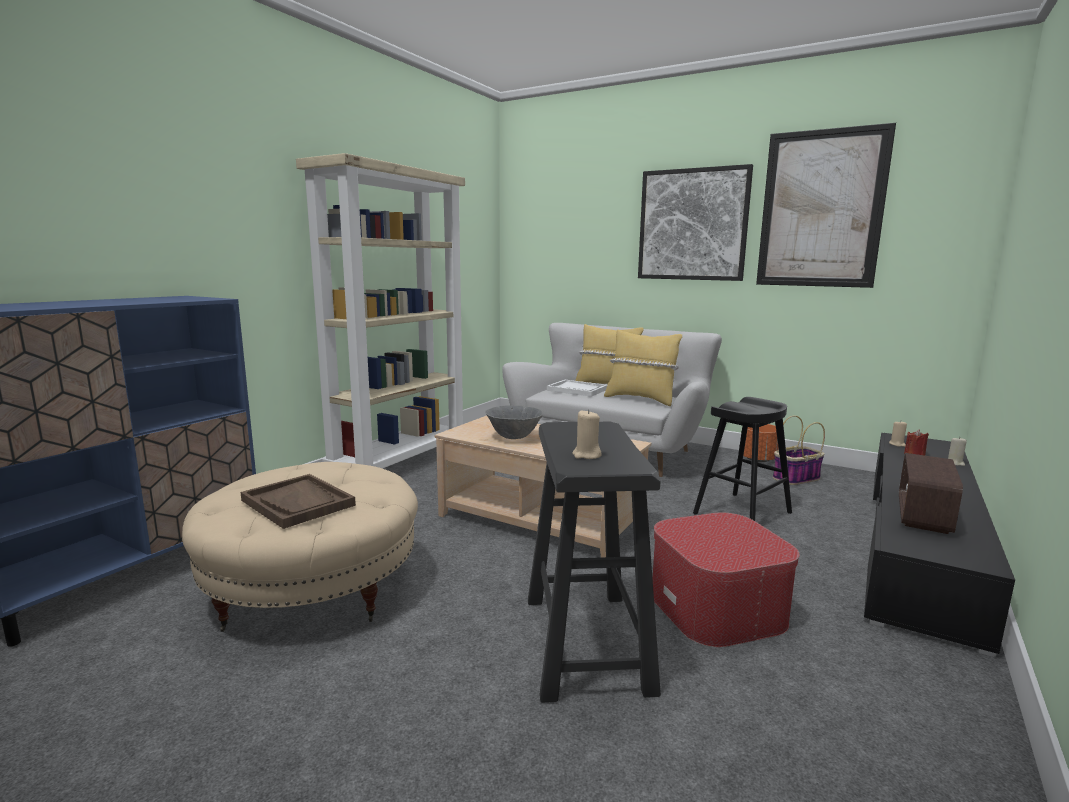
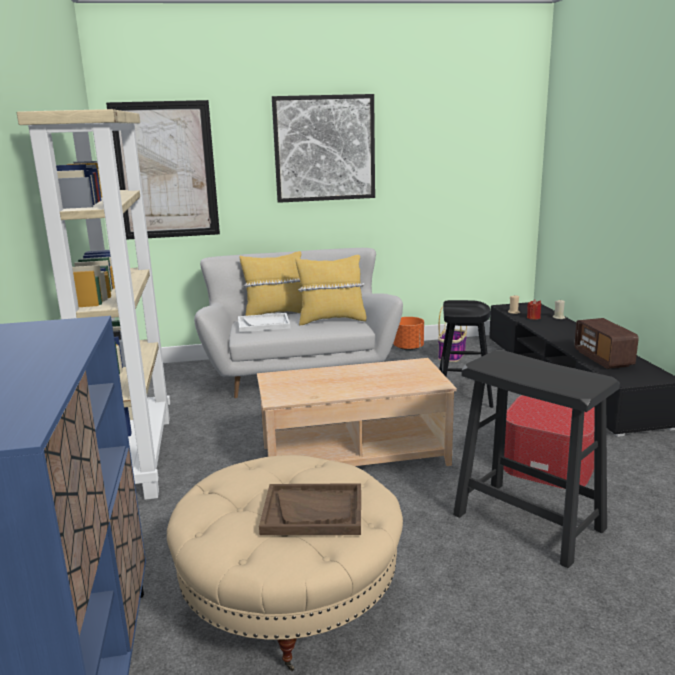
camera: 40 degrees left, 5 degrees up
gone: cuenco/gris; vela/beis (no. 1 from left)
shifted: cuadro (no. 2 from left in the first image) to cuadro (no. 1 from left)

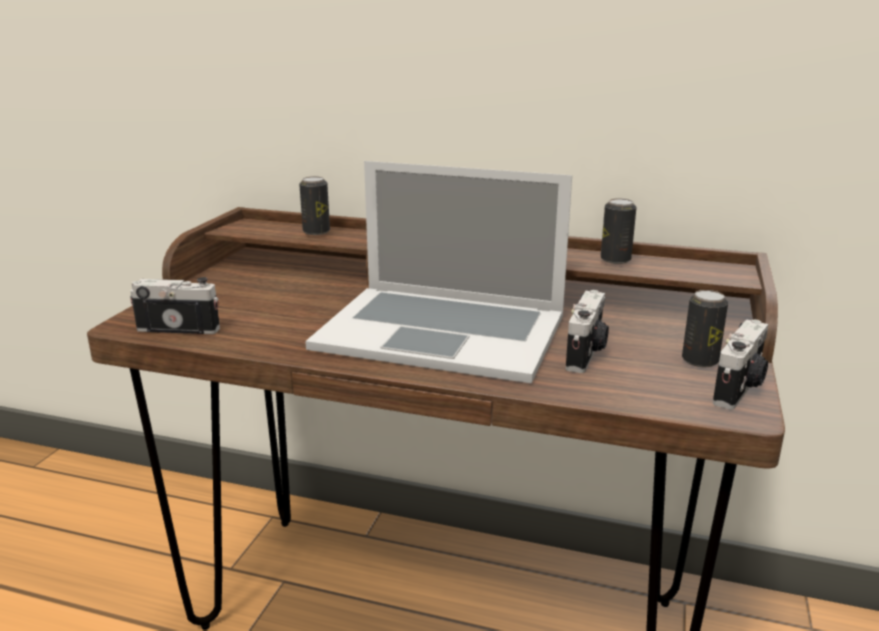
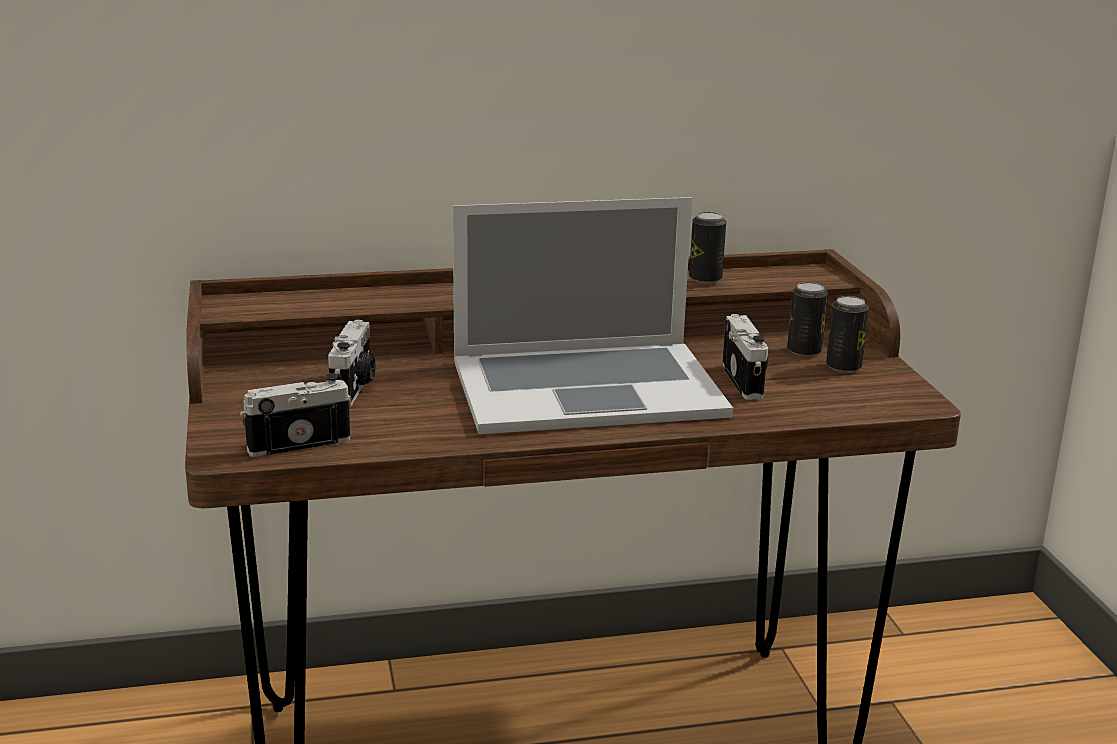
camera: 30 degrees left, 0 degrees up
shifted: lata (no. 1 from left in the first image) to lata (no. 2 from left); cámara (no. 3 from left in the first image) to cámara (no. 2 from left)

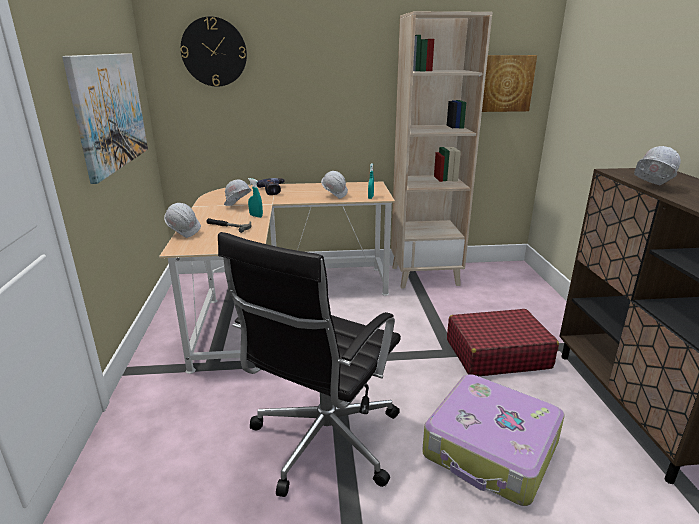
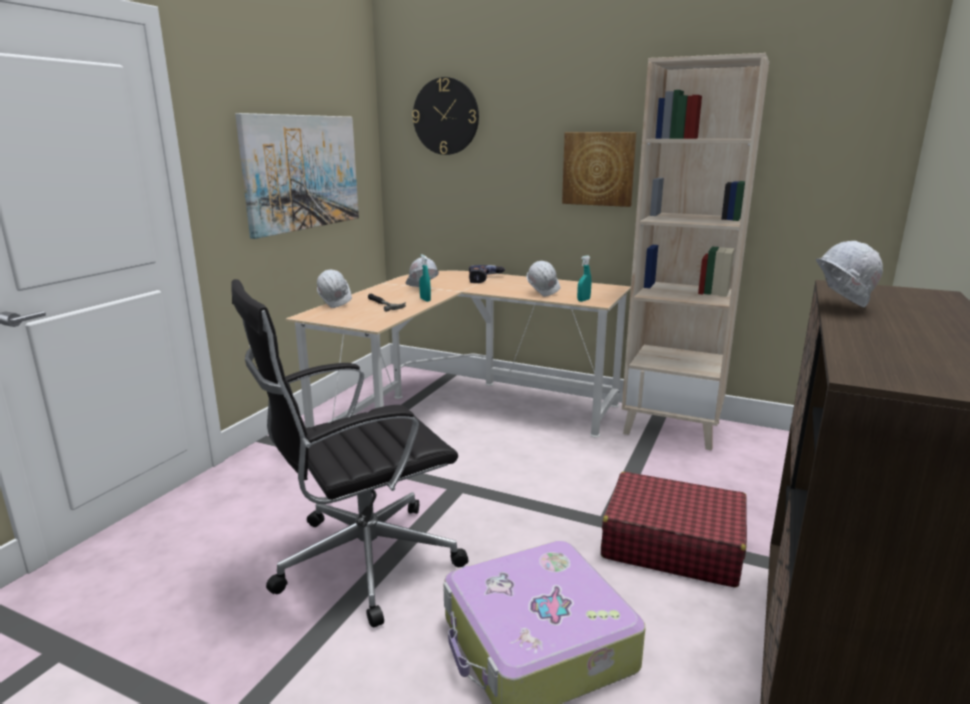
camera: 30 degrees right, 5 degrees down
shifted: cuadro (no. 2 from left)

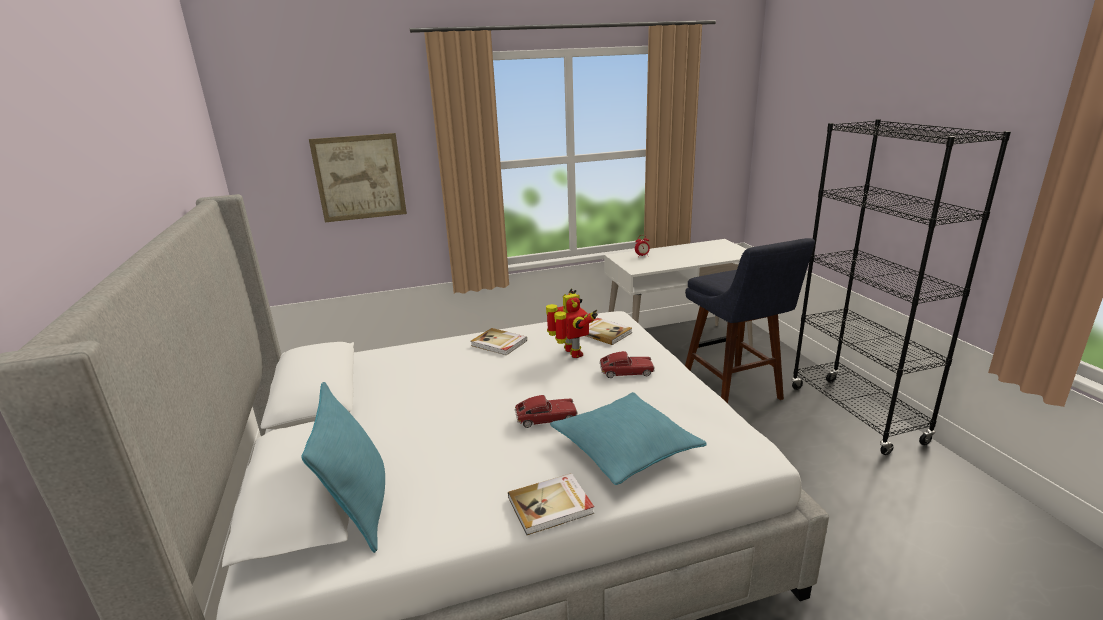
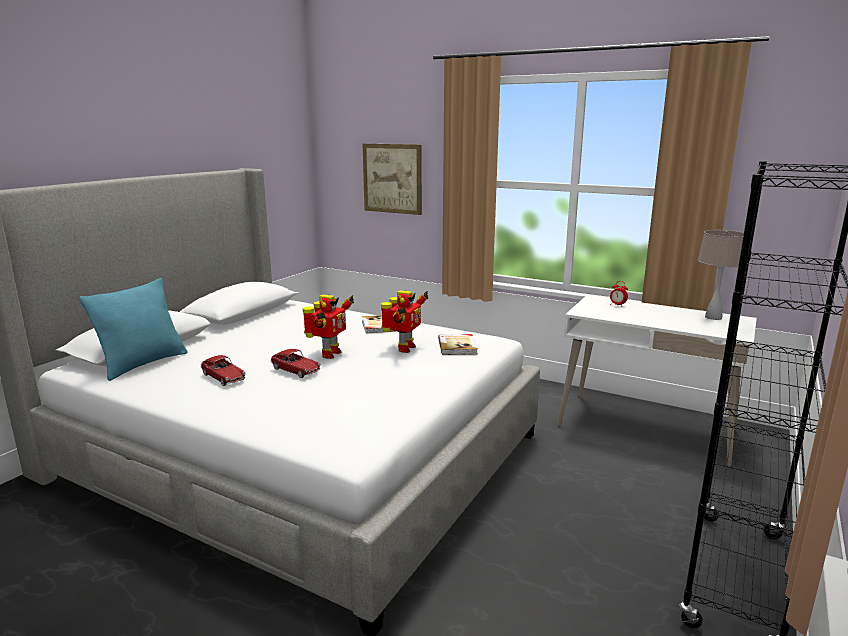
camera: 45 degrees right, 5 degrees down
gone: libro (no. 2 from left); cojín/turquesa (no. 2 from left); taburete/azul
new: robot de juguete (no. 1 from left); lámpara de mesa/beis
shifted: coche de juguete (no. 2 from left in the first image) to coche de juguete (no. 1 from left)

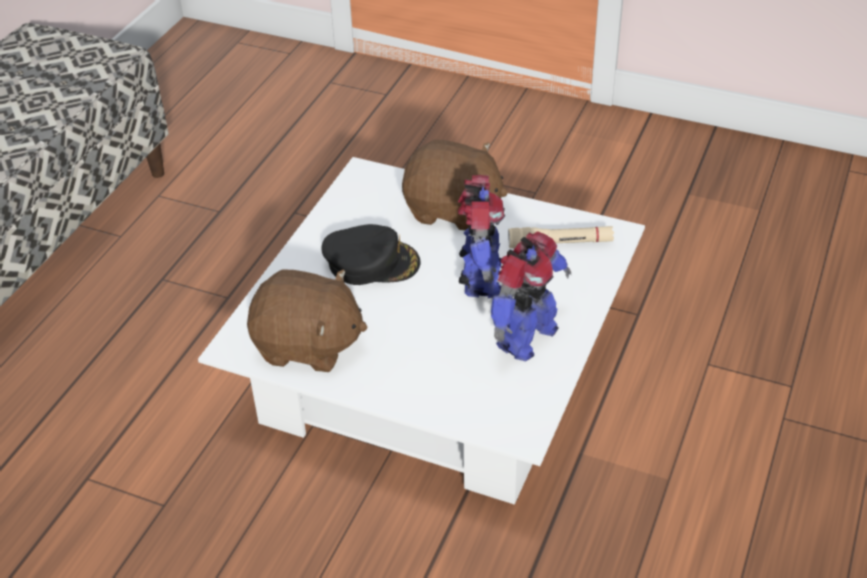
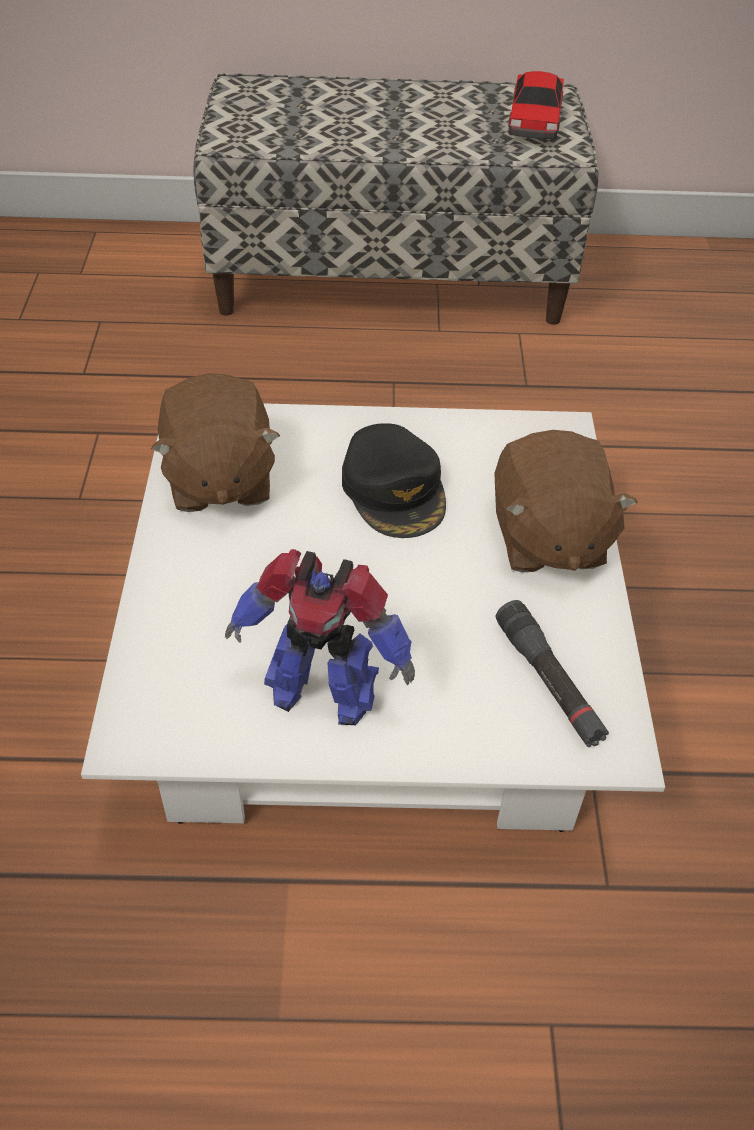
camera: 65 degrees right, 5 degrees up
gone: robot de juguete (no. 1 from left)
new: coche de juguete
repainted: linterna/beis to linterna/negro

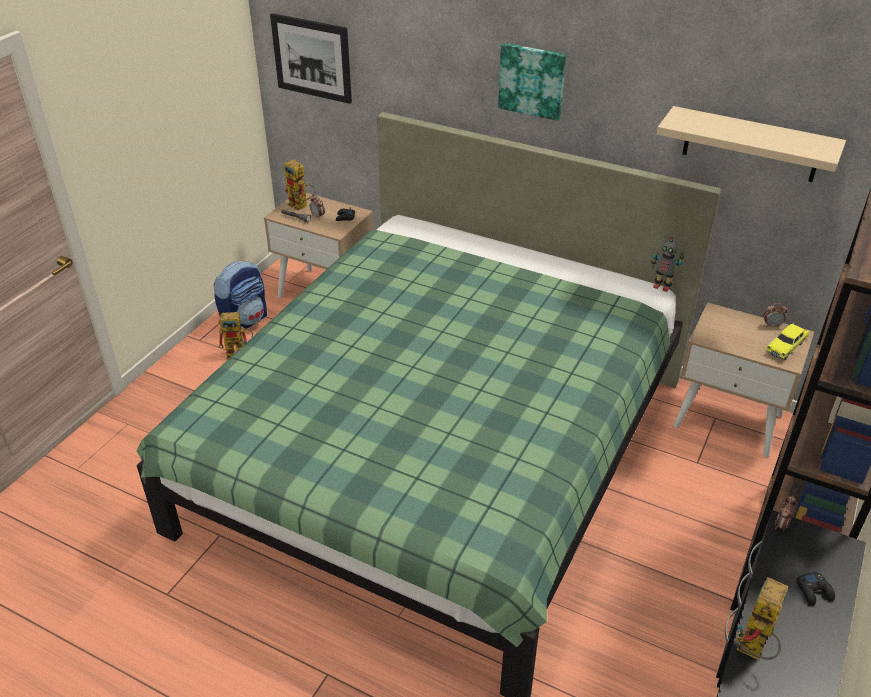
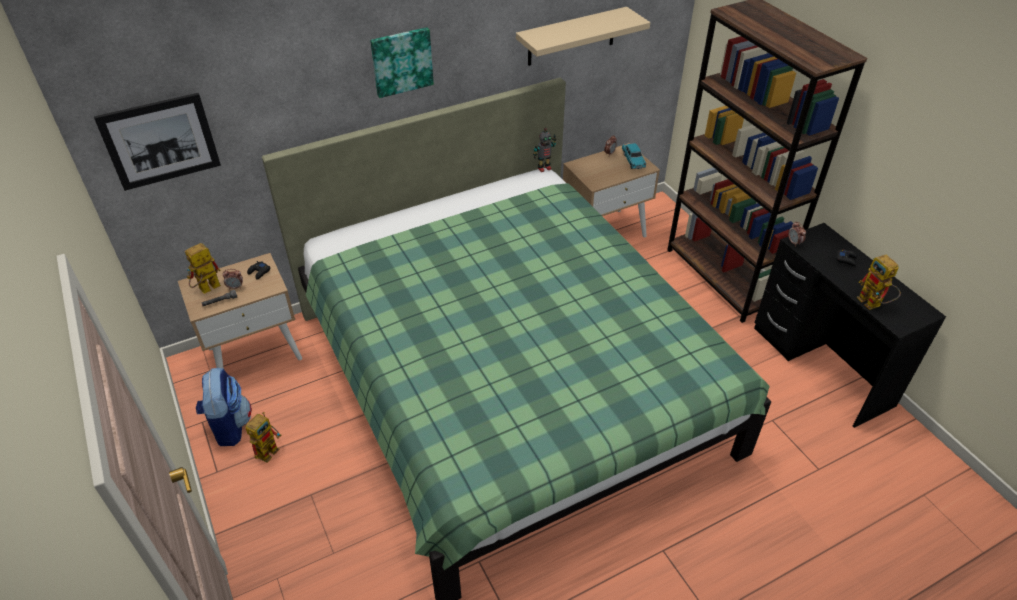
camera: 55 degrees left, 5 degrees up
repainted: coche de juguete/amarillo to coche de juguete/turquesa
rotated: robot de juguete (no. 2 from left in the first image) 150 degrees clockwise

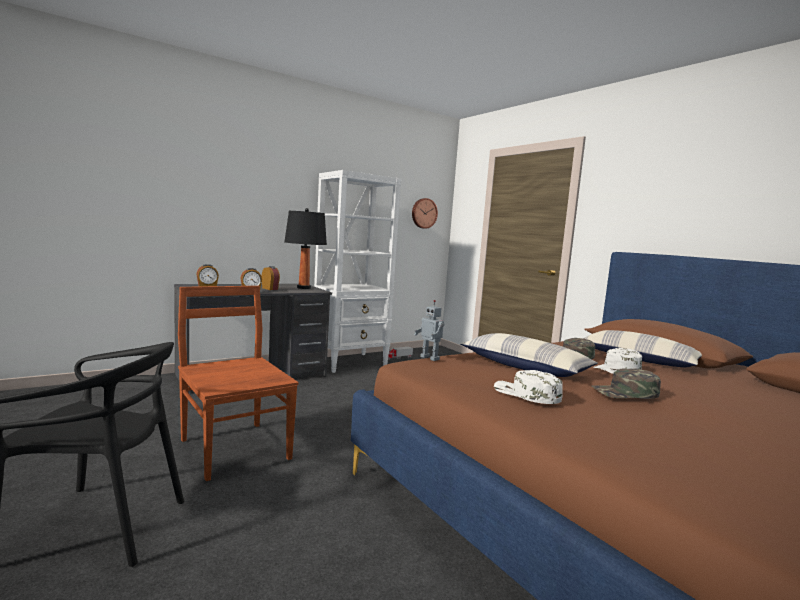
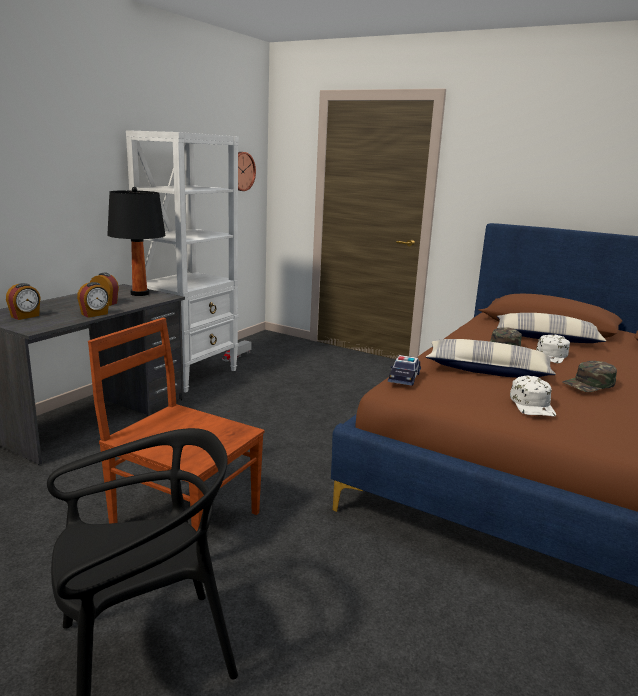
camera: 25 degrees left, 10 degrees up
swapped: robot de juguete to coche de juguete
rotated: gorra/blanco (no. 1 from left) 105 degrees counterclockwise

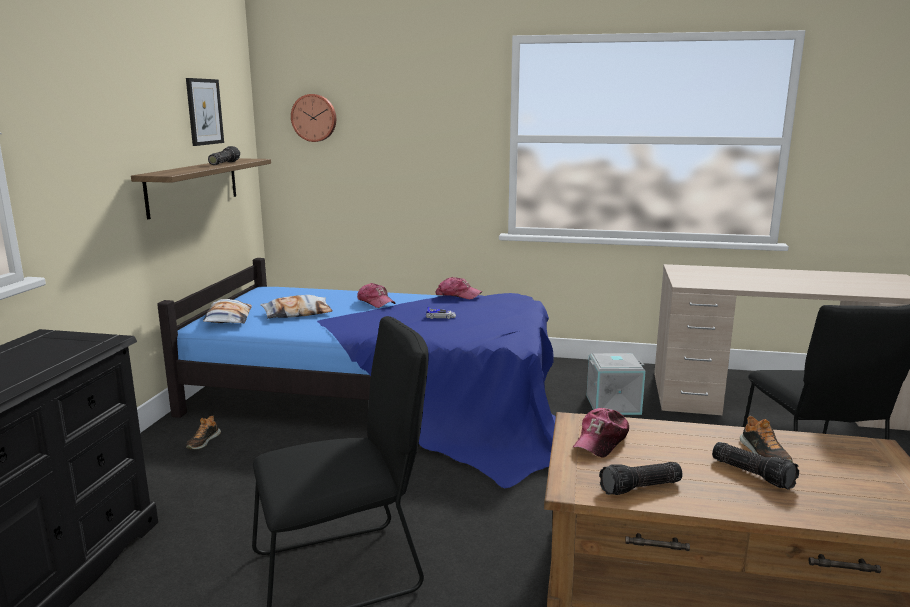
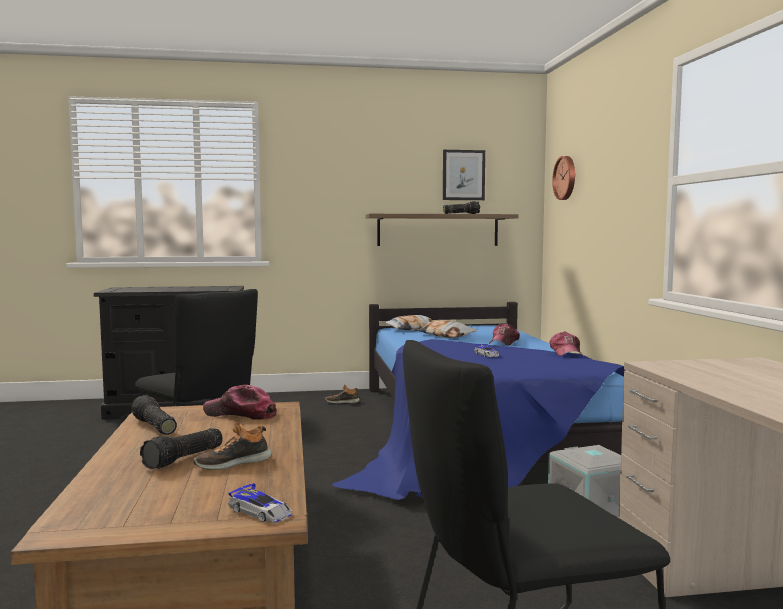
camera: 70 degrees right, 10 degrees down
new: coche de juguete (no. 1 from left)

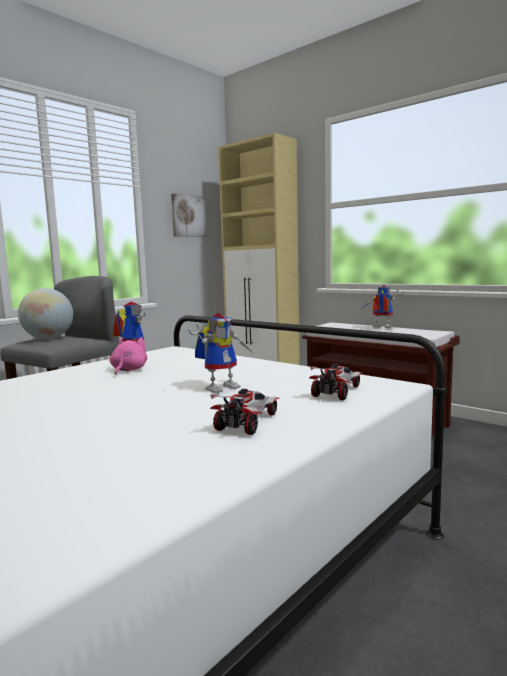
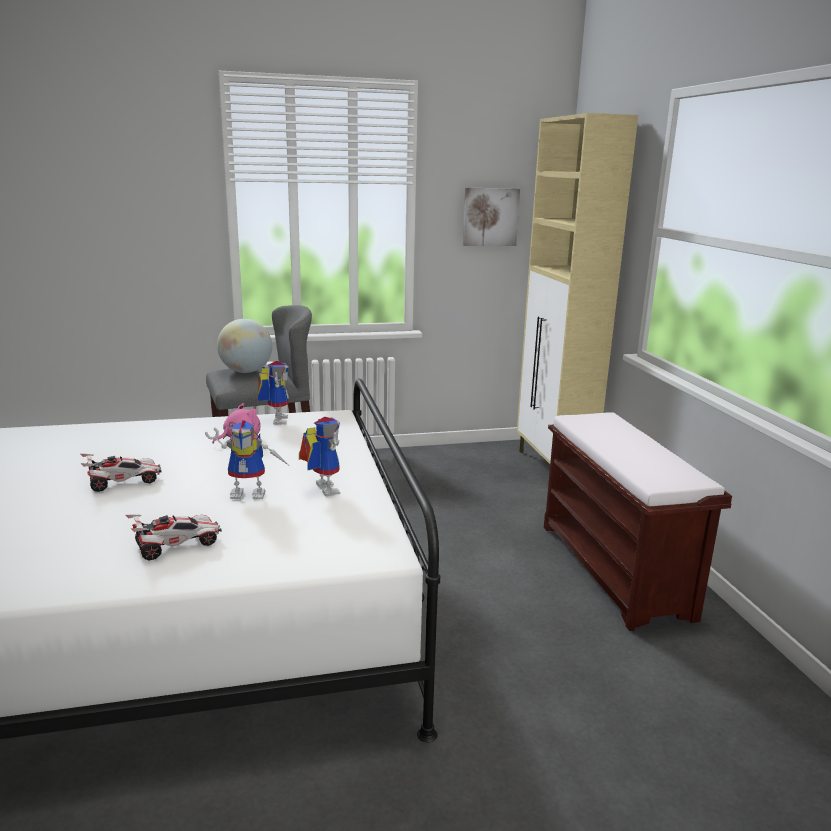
camera: 35 degrees right, 10 degrees up
shifted: coche de juguete (no. 2 from left in the first image) to coche de juguete (no. 1 from left); robot de juguete (no. 3 from left)

